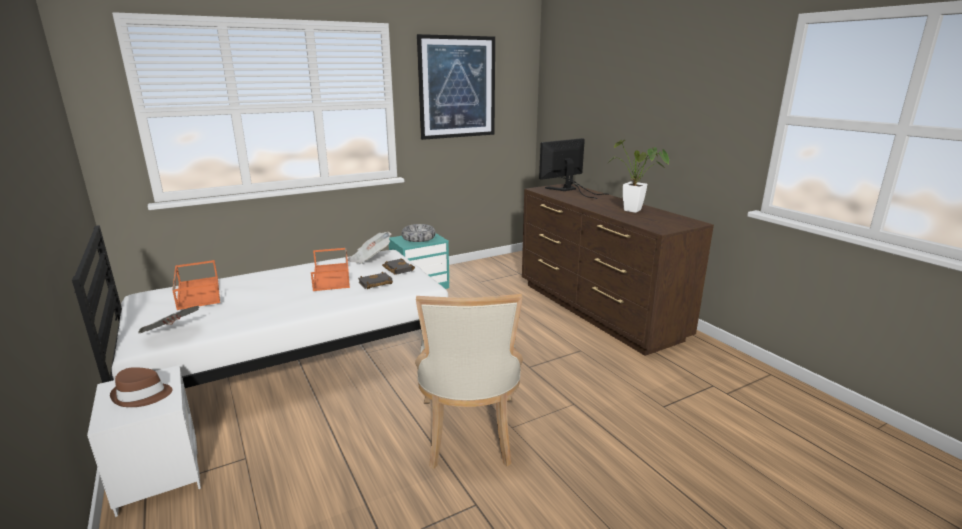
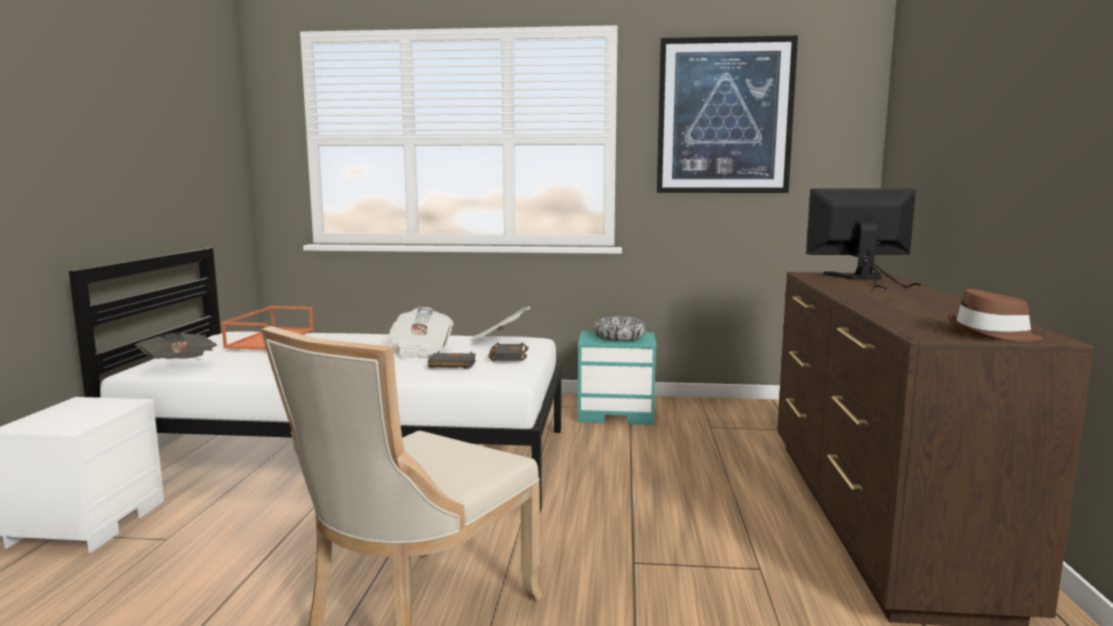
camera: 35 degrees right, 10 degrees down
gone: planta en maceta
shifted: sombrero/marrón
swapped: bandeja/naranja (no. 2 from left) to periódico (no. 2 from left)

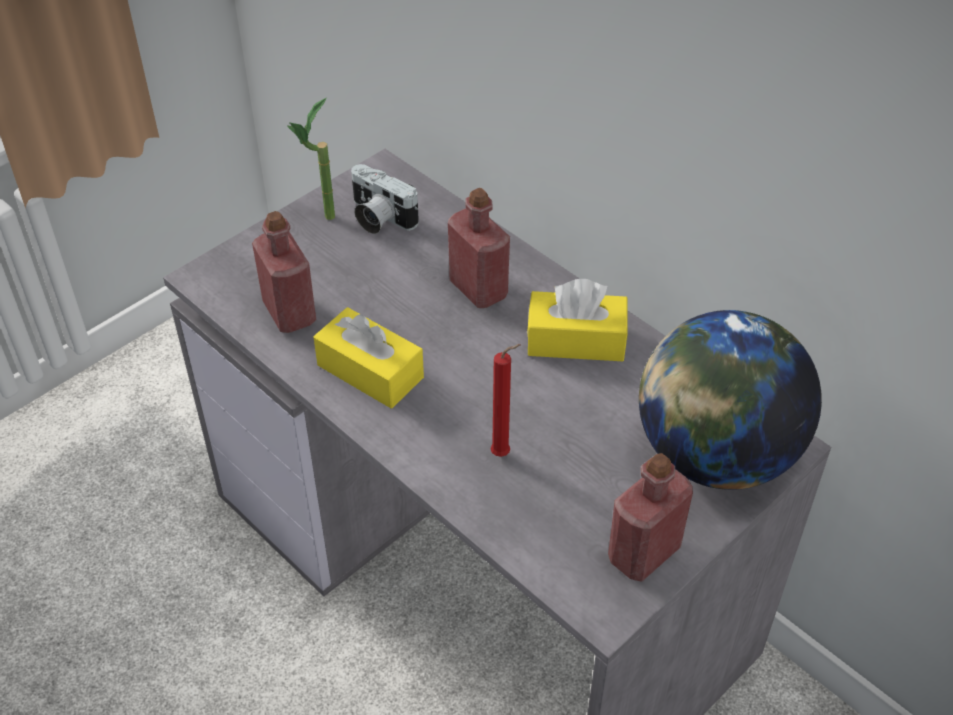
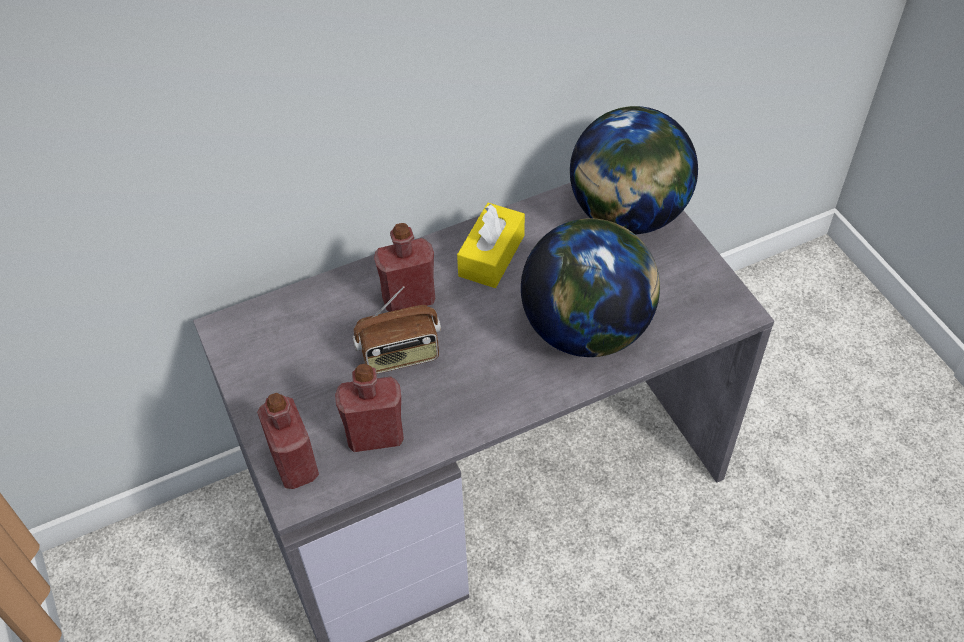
camera: 70 degrees left, 5 degrees up
gone: planta en maceta; caja de pañuelos/amarillo (no. 1 from left); cámara
new: radio
shifted: botella/rojo (no. 3 from left in the first image) to botella/rojo (no. 1 from left)
swapped: vela/rojo to globo terráqueo (no. 1 from left)

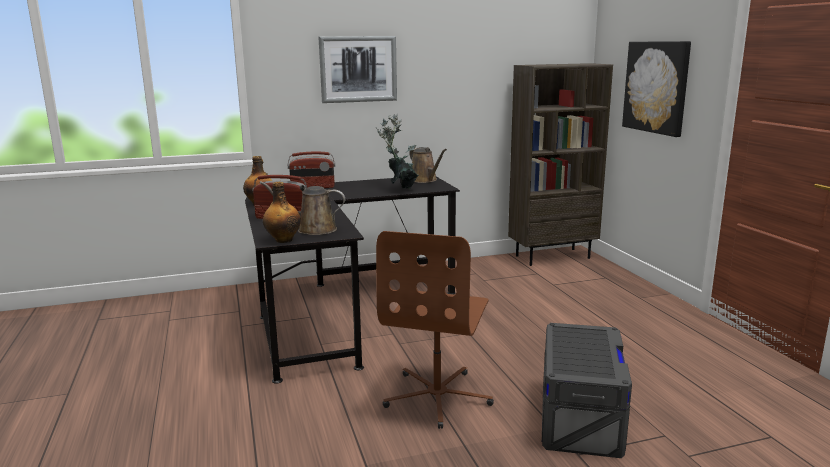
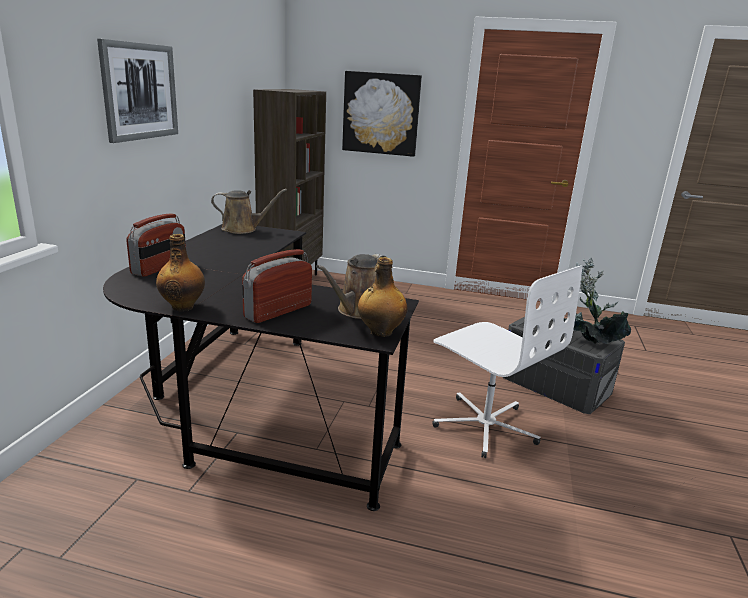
camera: 60 degrees left, 5 degrees up
shifted: planta en maceta
repainted: silla de oficina/marrón to silla de oficina/blanco

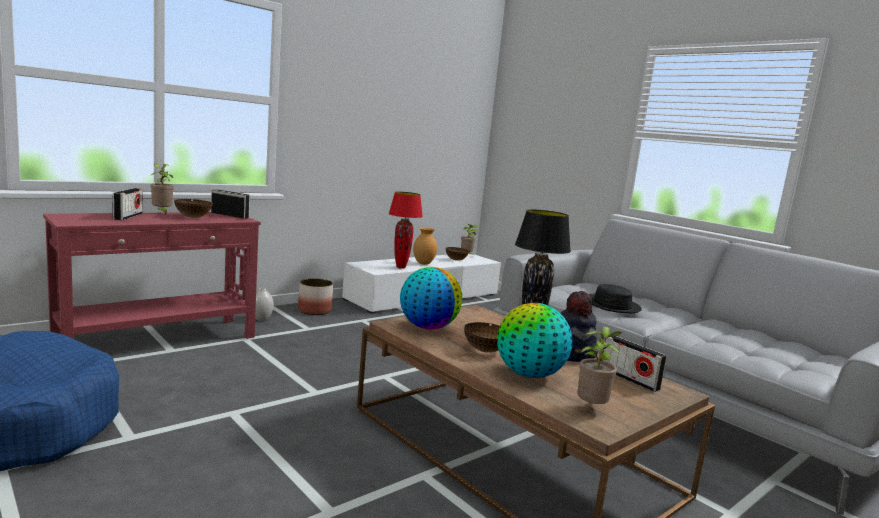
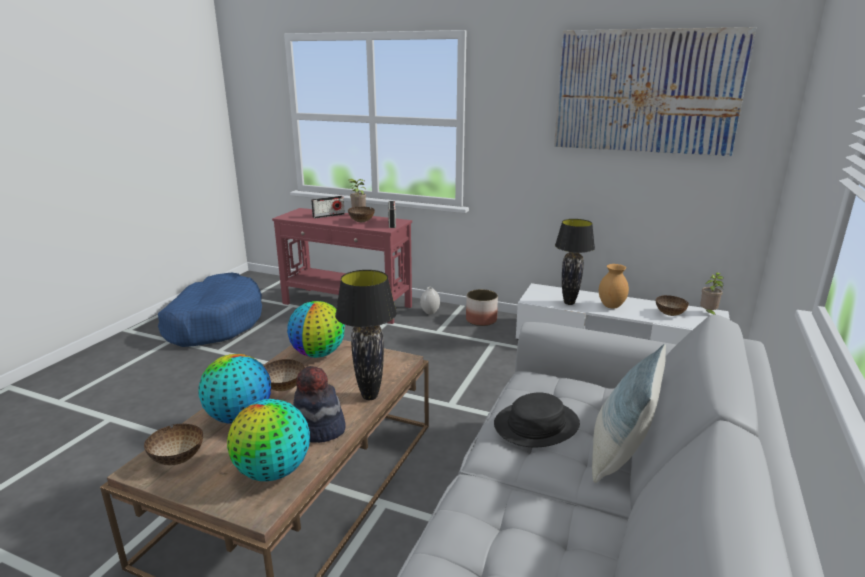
camera: 65 degrees right, 10 degrees up
new: cuadro; cojín
swapped: planta en maceta (no. 3 from left) to cuenco (no. 1 from left); radio (no. 3 from left) to globo terráqueo (no. 2 from left)
repainted: lámpara de mesa/rojo to lámpara de mesa/negro (no. 2 from left)

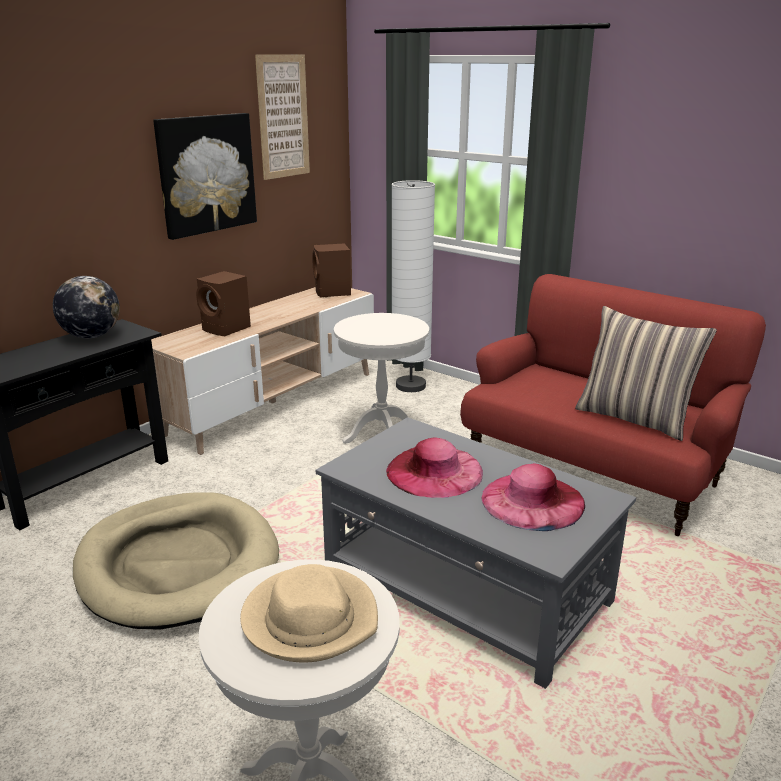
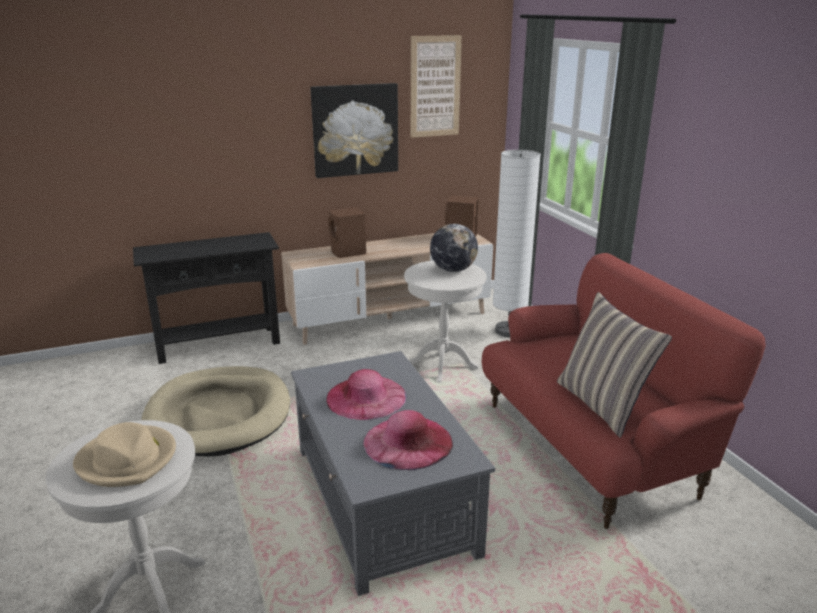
camera: 30 degrees right, 0 degrees up
shifted: globo terráqueo

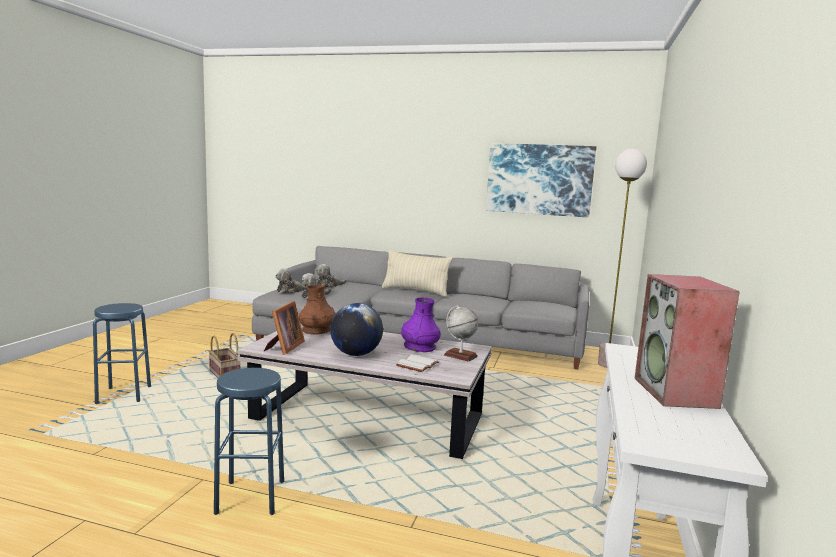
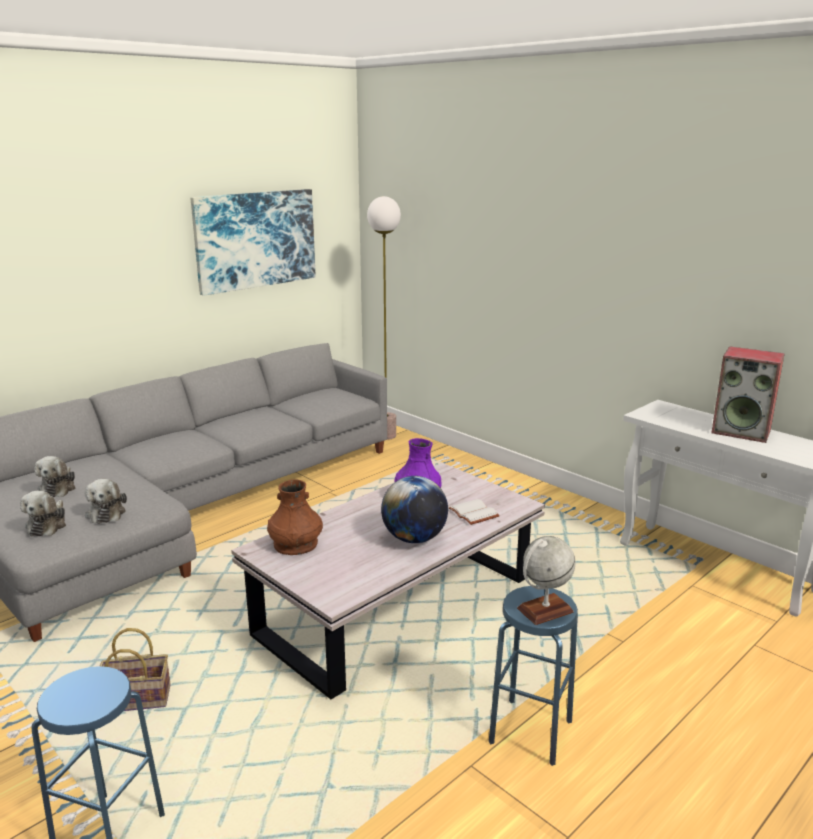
camera: 60 degrees left, 10 degrees up
gone: portarretratos; cojín/beis
shifted: globo terráqueo (no. 2 from left)

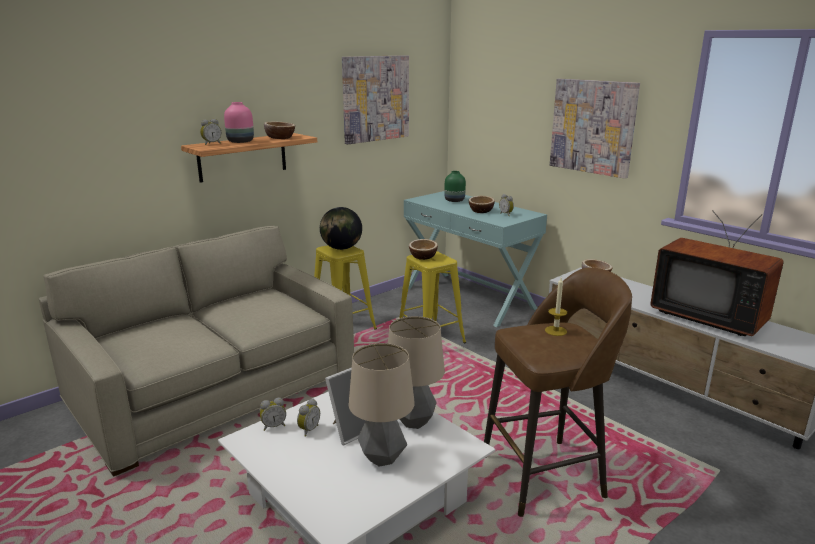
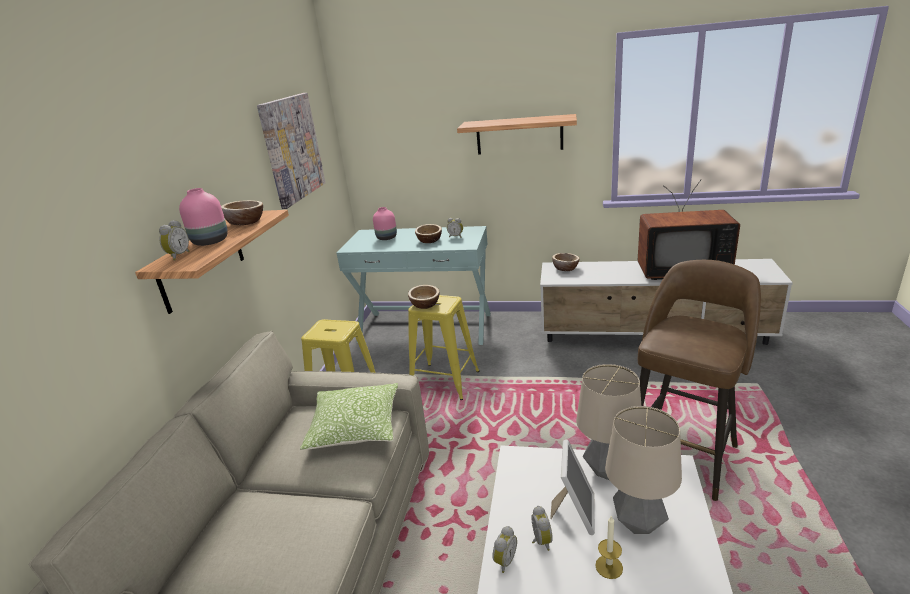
camera: 35 degrees left, 5 degrees up
gone: globo terráqueo
new: cojín
shifted: vela
swapped: cuadro (no. 2 from left) to estante (no. 2 from left)
repainted: florero/verde to florero/rosa (no. 2 from left)

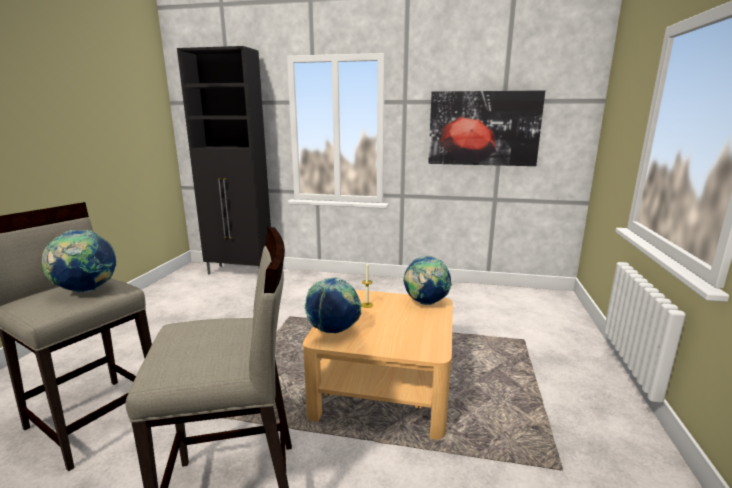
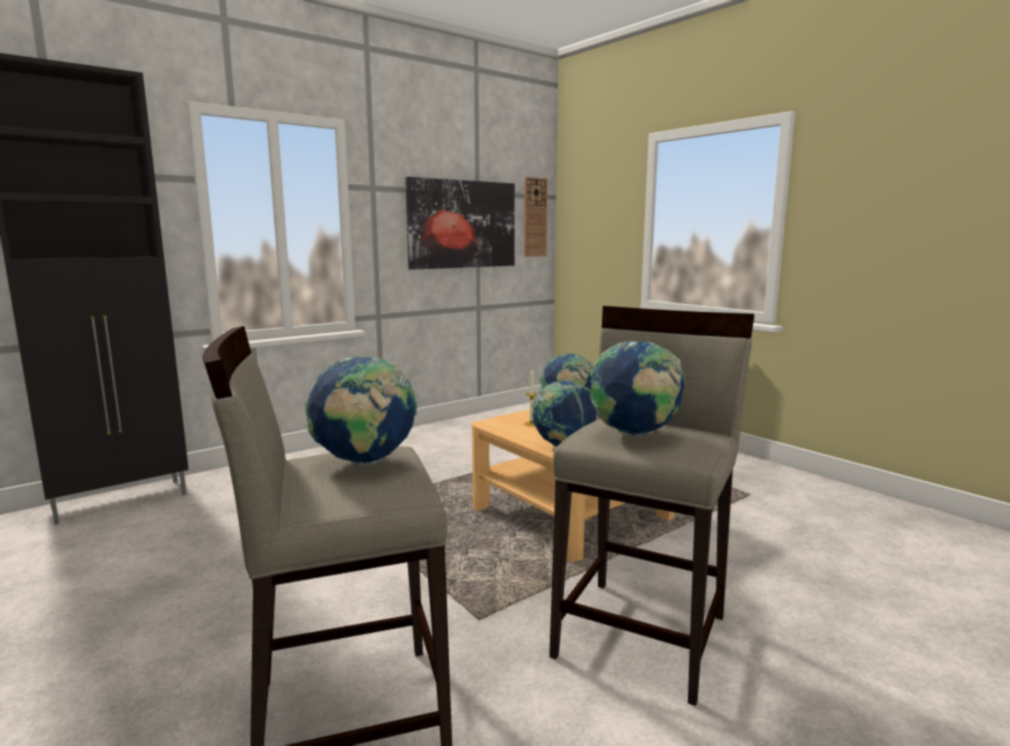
camera: 50 degrees left, 5 degrees down
new: reloj de pared; globo terráqueo (no. 4 from left)

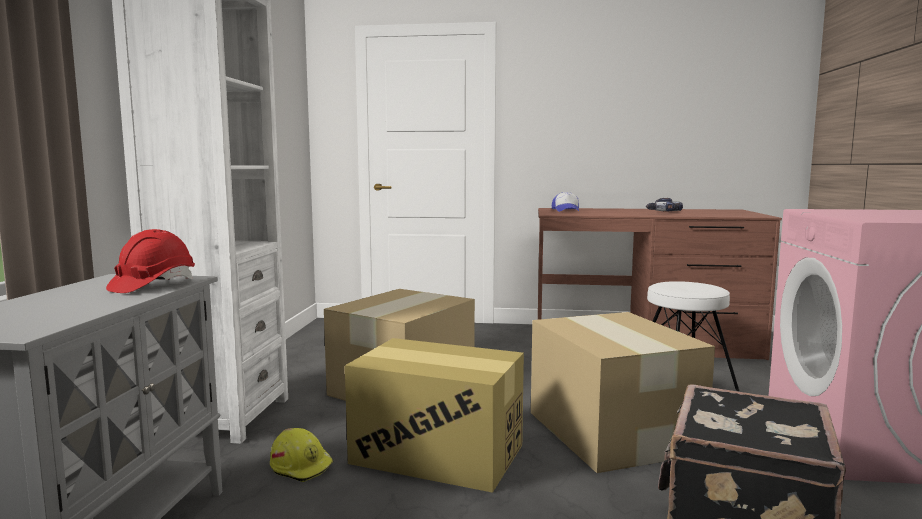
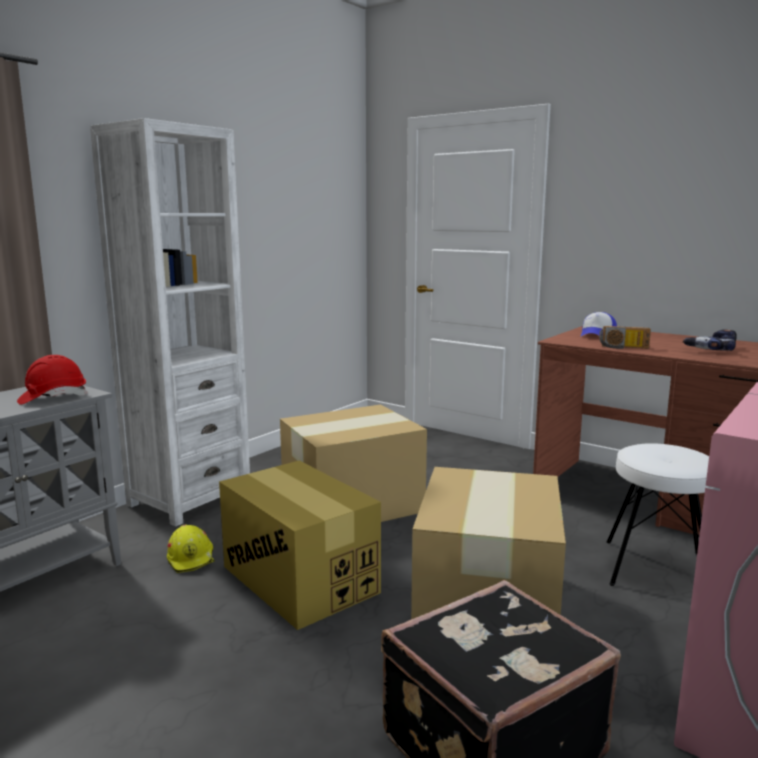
camera: 30 degrees right, 5 degrees up
new: radio

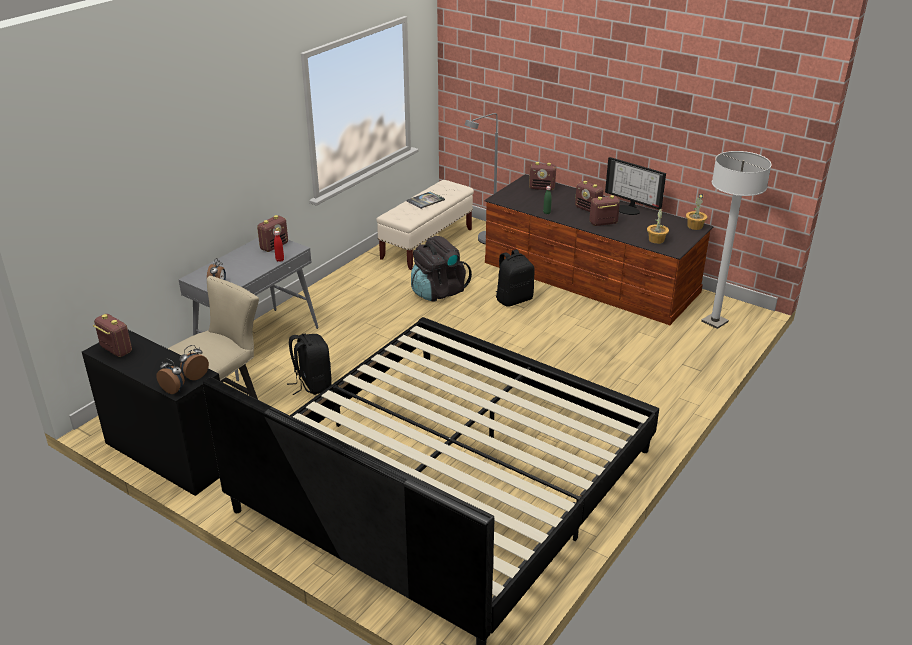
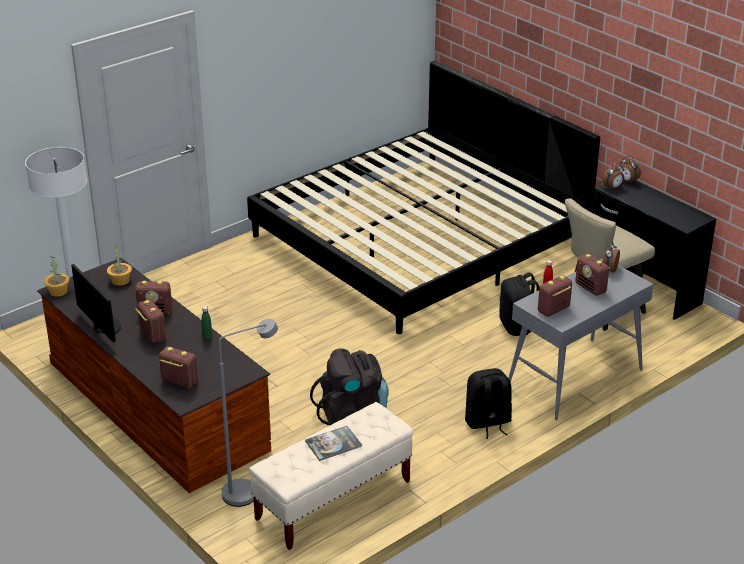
camera: 165 degrees left, 0 degrees up
shifted: radio (no. 1 from left in the first image) to radio (no. 5 from left); mochila/negro (no. 3 from left in the first image) to mochila/negro (no. 2 from left)

